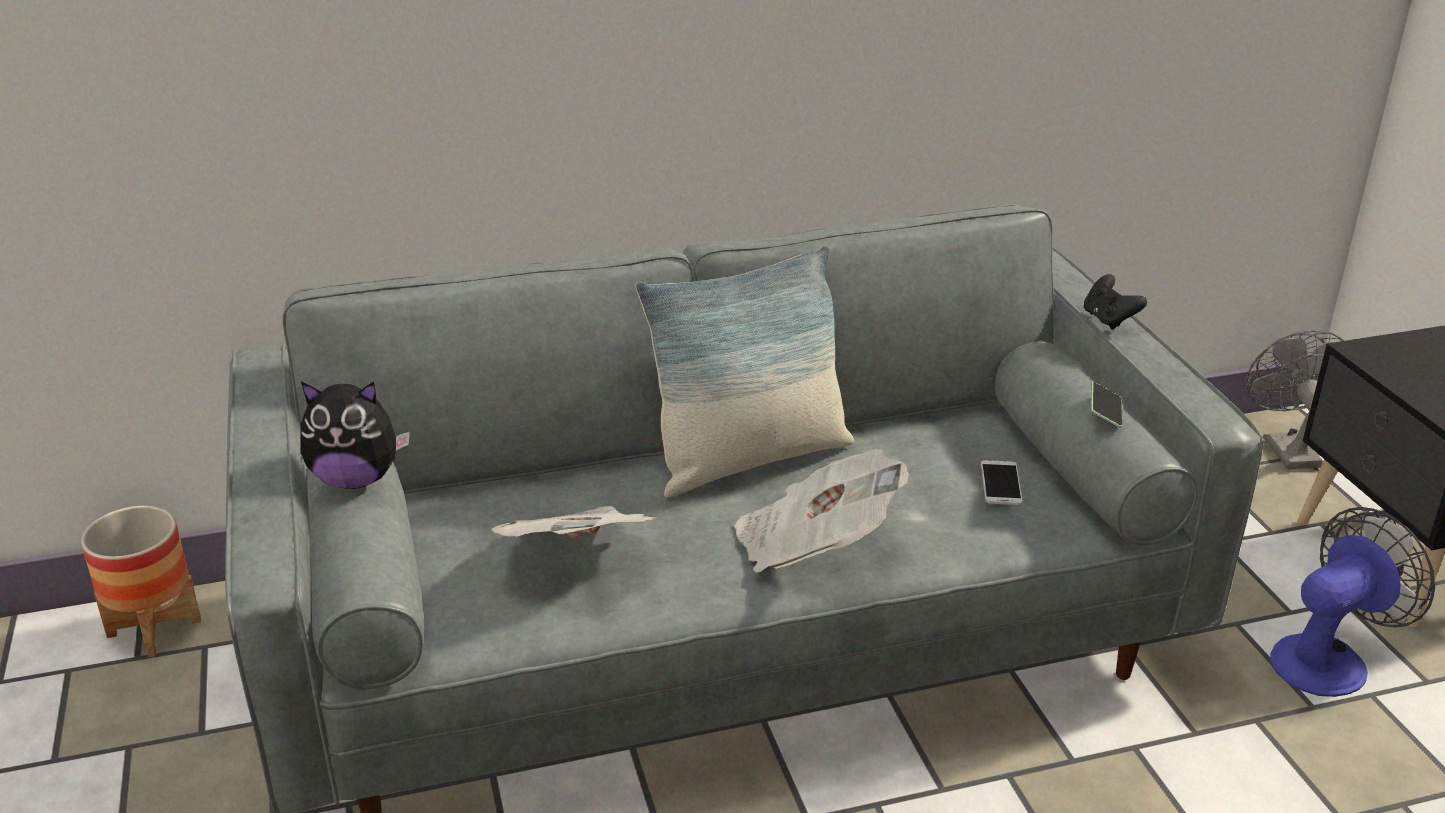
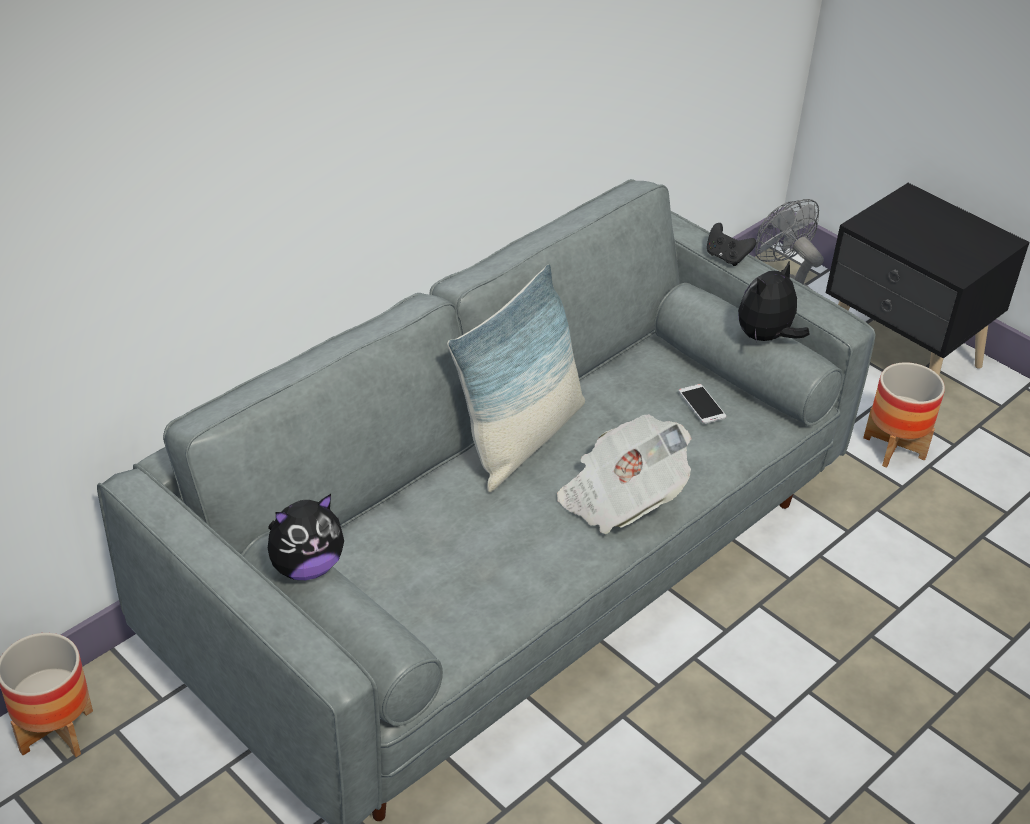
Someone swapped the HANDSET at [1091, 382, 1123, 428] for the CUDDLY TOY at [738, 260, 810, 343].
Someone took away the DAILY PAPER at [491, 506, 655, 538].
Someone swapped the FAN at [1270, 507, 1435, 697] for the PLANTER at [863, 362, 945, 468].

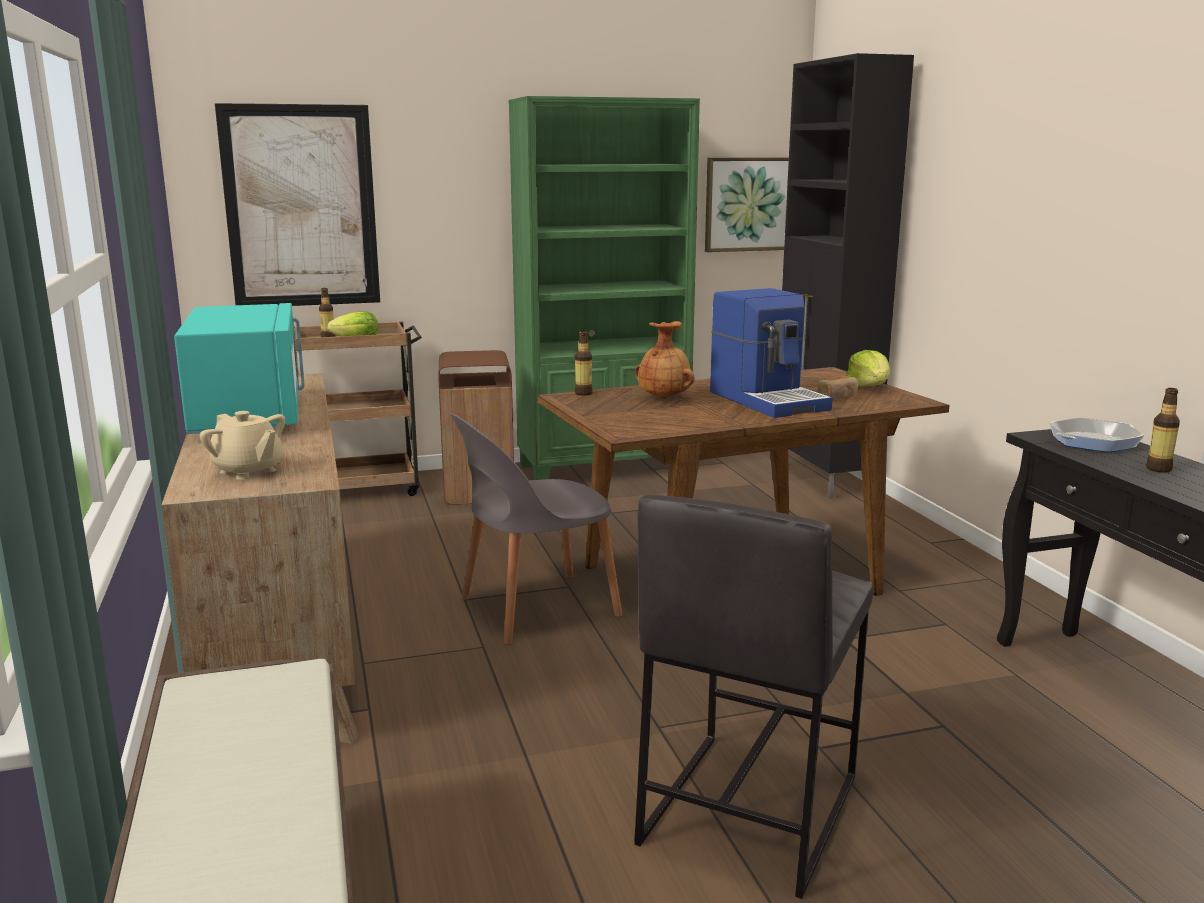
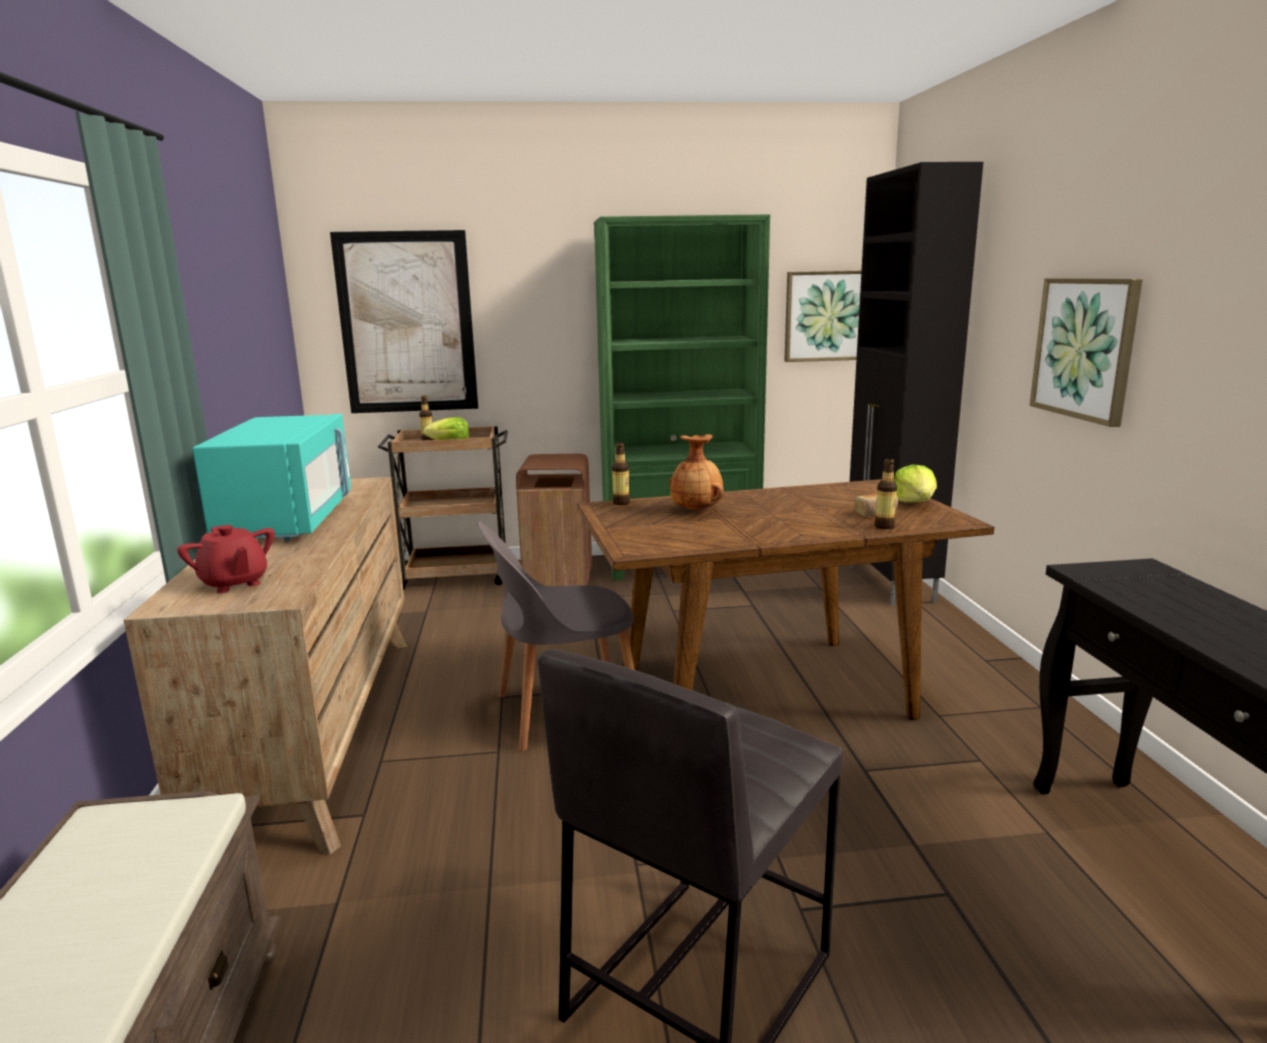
Someone took away the COFFEE MACHINE at [710, 288, 832, 418].
Someone carried the BEVERAGE BOTTLE from [1146, 388, 1180, 473] to [875, 458, 897, 529].
Someone repainted the BEIGE TEAPOT at [200, 411, 285, 480], which became the RED-COLOURED TEAPOT at [177, 525, 275, 593].
Someone took away the SKILLET at [1049, 418, 1144, 452].
Someone put up the WALL ART at [1030, 278, 1143, 427].

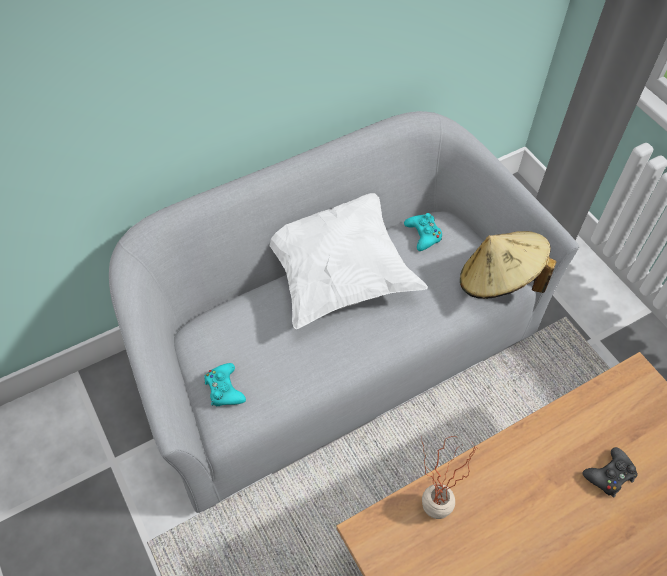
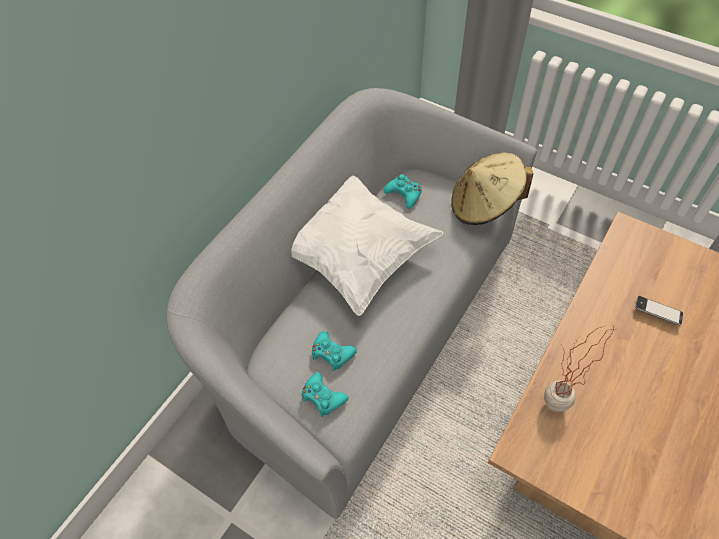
Someone swapped the BLACK GAME CONTROLLER at [582, 447, 638, 498] for the HANDSET at [635, 296, 683, 325].
Someone put down the TURQUOISE-COLOURED GAME CONTROLLER at [312, 331, 357, 371].

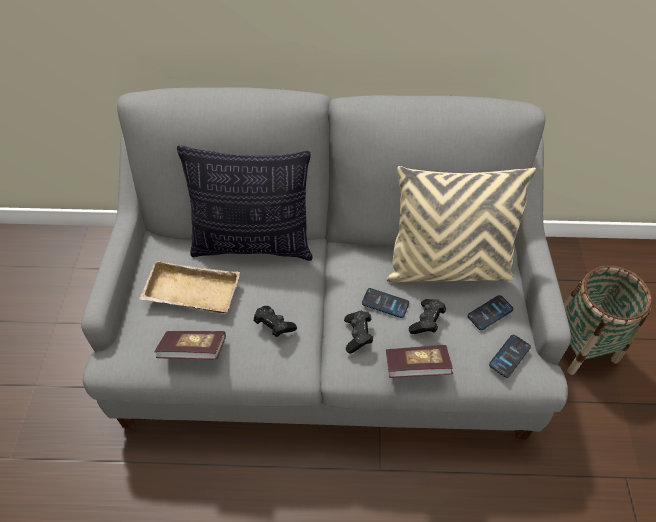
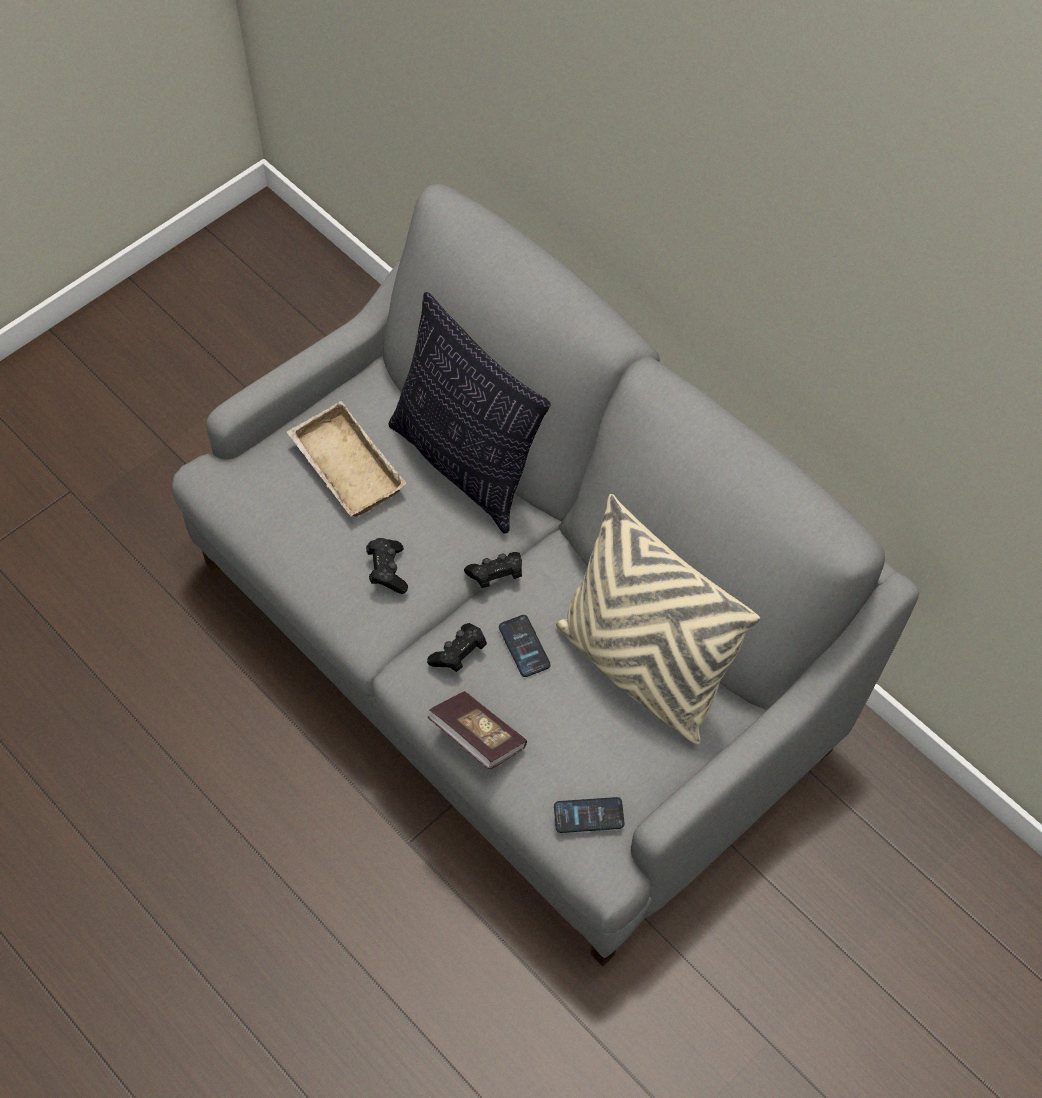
Someone took away the STORAGE BASKET at [564, 265, 652, 375].
Someone took away the HANDSET at [467, 295, 513, 330].
Someone carried the BLACK GAME CONTROLLER from [409, 299, 446, 334] to [464, 552, 522, 588].
Someone took away the BOUND BOOK at [154, 331, 226, 359].

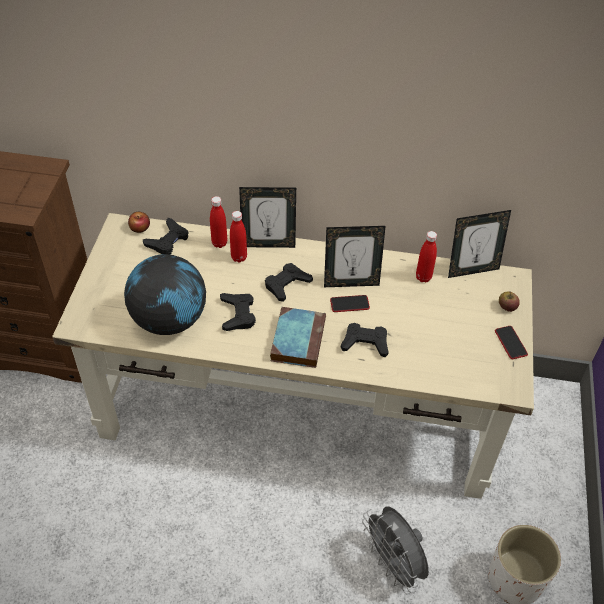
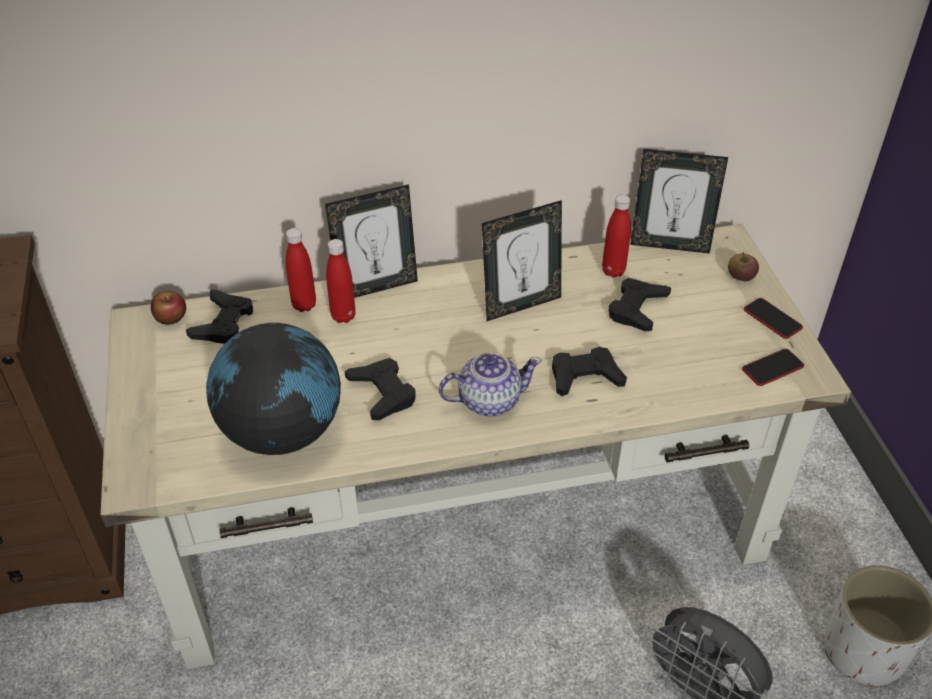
Someone rotated the PICTURE FRAME at [448, 210, 511, 278] by 45 degrees clockwise.
Someone carried the BLACK GAME CONTROLLER from [265, 263, 313, 302] to [608, 278, 671, 331].
Someone carried the HANDSET from [330, 295, 370, 312] to [742, 349, 804, 386].
Someone swapped the BOUND BOOK at [270, 307, 326, 368] for the TEAPOT at [439, 353, 542, 416].

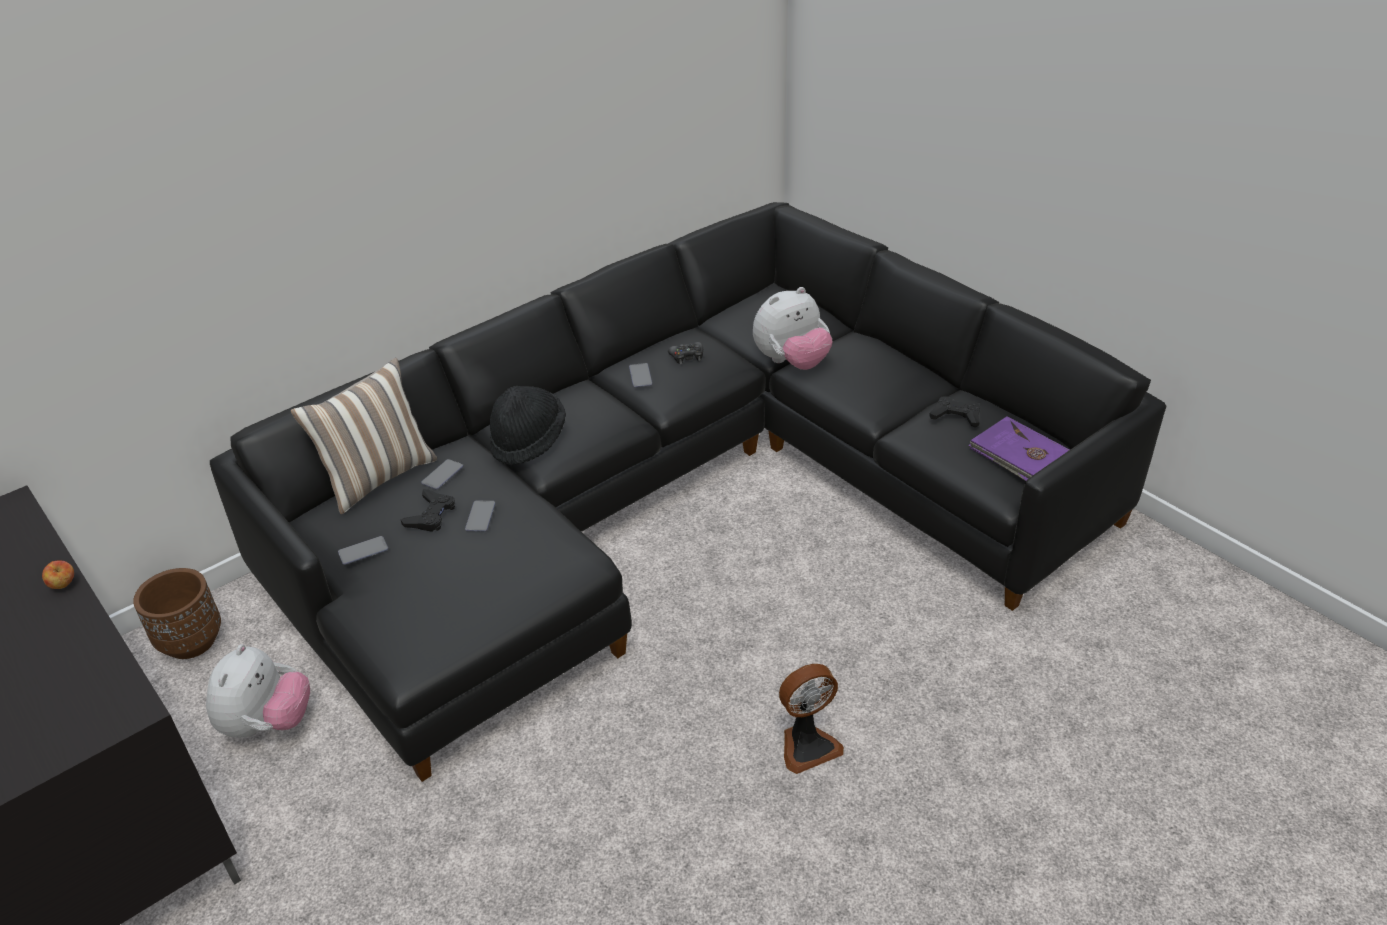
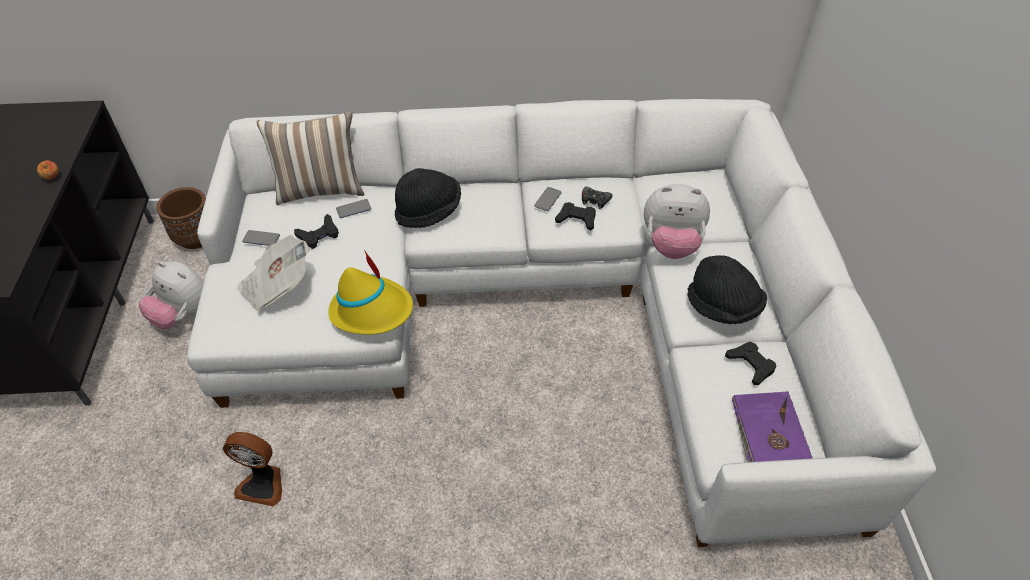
Someone repainted the BLACK COUCH at [210, 202, 1167, 782], which became the WHITE-COLOURED COUCH at [187, 99, 936, 547].
Someone took away the HANDSET at [465, 500, 495, 532].
Someone rotated the CUDDLY TOY at [206, 644, 310, 737] by 75 degrees clockwise.
Someone carried the FAN from [779, 664, 844, 774] to [223, 432, 282, 506].
Someone put down the BLACK GAME CONTROLLER at [555, 202, 596, 230].
Someone put down the DAILY PAPER at [237, 235, 309, 311].
Someone put down the YELLOW CLOTHING HAT at [328, 250, 413, 335].
Someone put down the BLACK CLOTHING HAT at [688, 255, 767, 324].

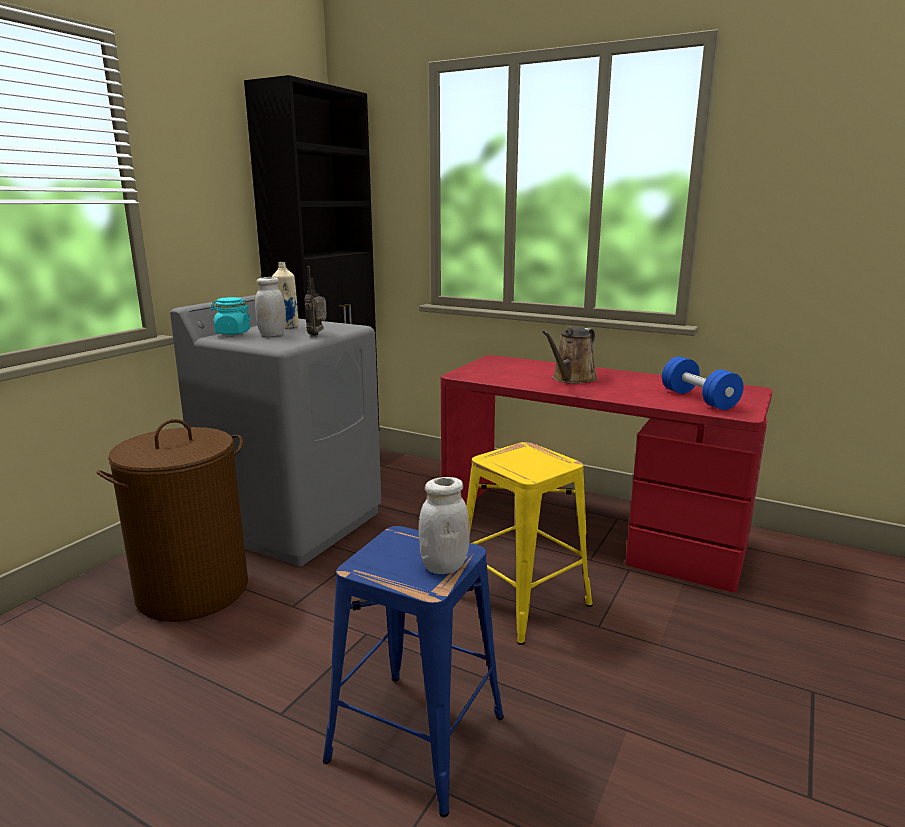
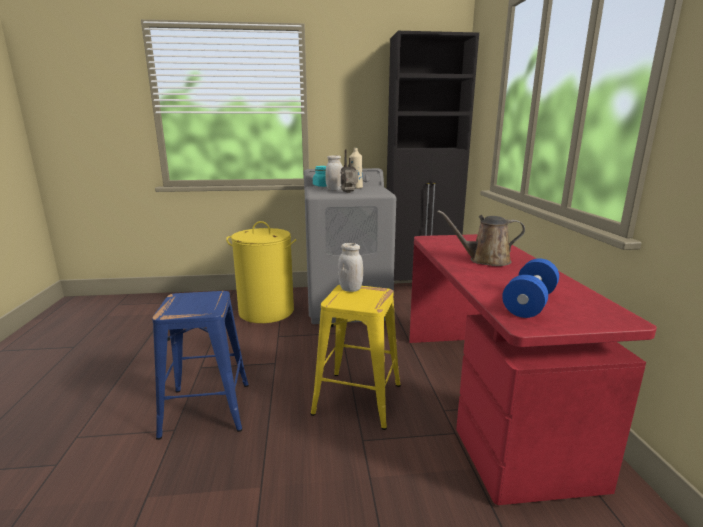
Someone repainted the BROWN-COLOURED WASHING BASKET at [97, 419, 248, 622], which became the YELLOW WASHING BASKET at [226, 221, 296, 323].
Someone carried the WHITE-COLOURED STORAGE JAR from [419, 477, 470, 574] to [338, 243, 363, 292].

